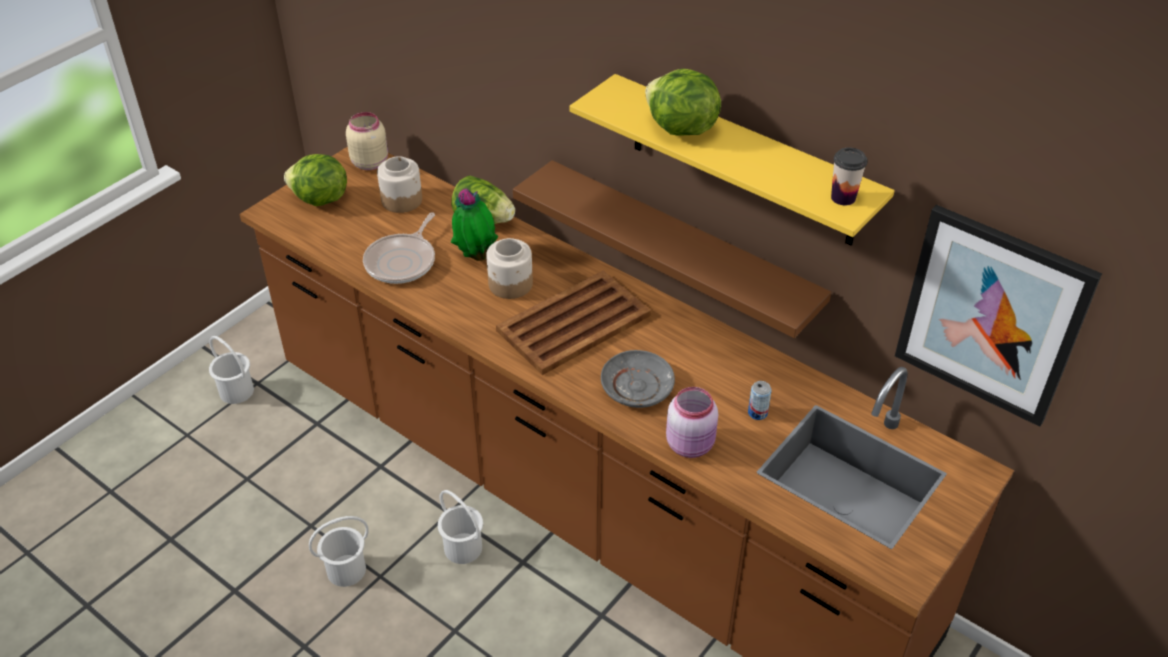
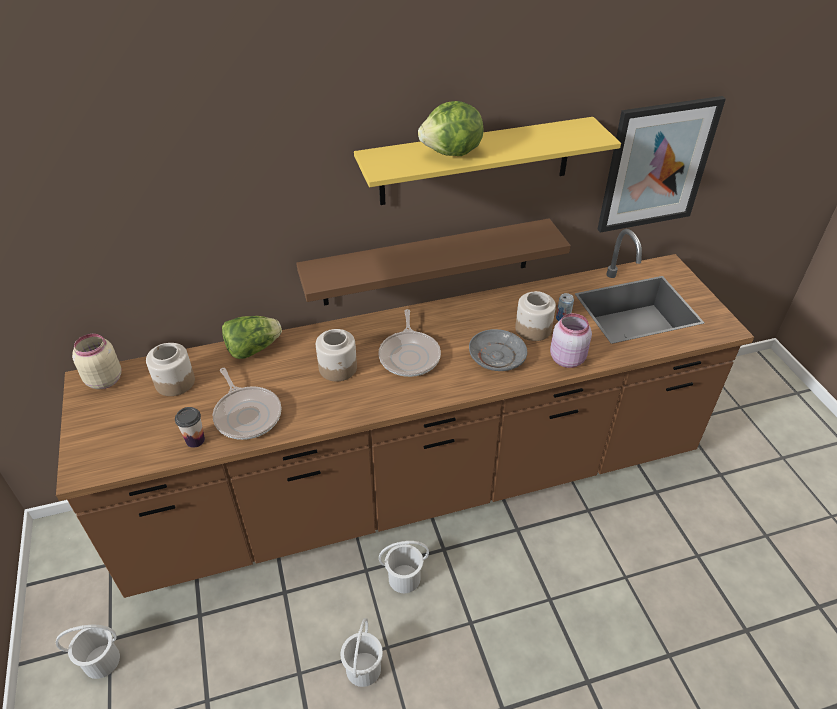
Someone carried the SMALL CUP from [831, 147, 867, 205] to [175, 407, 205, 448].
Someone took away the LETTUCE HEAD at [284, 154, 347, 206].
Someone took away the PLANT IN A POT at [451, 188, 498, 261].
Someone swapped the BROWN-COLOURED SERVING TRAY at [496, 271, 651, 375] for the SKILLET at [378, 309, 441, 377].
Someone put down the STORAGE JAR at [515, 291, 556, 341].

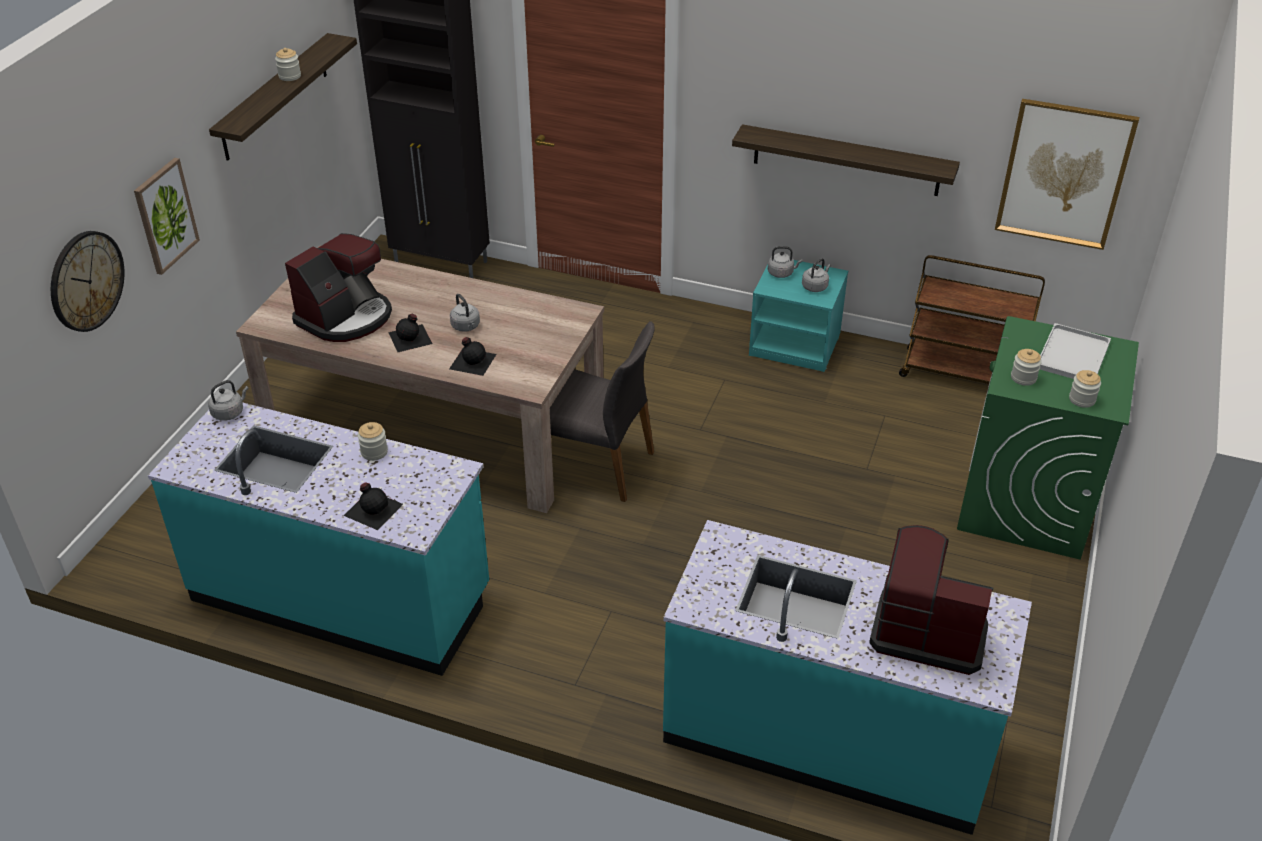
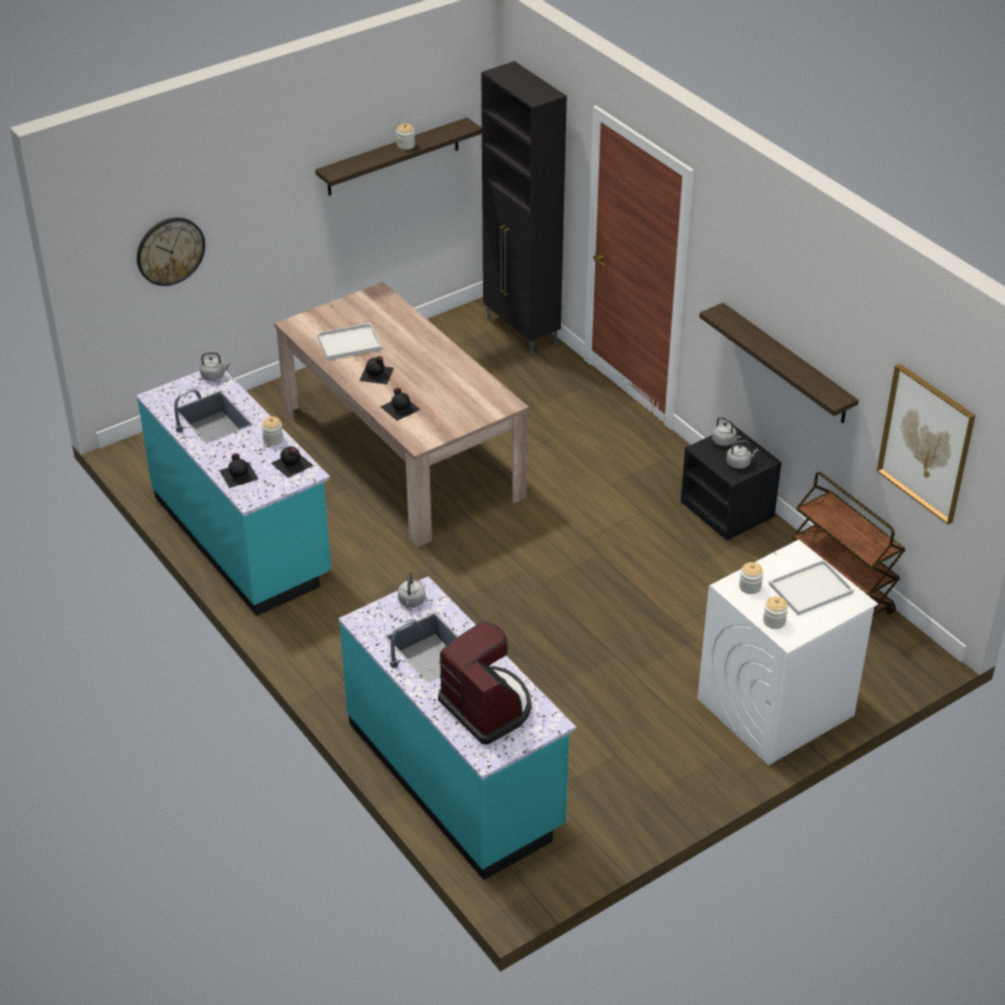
Someone took away the WALL ART at [134, 158, 200, 275].
Someone swapped the COFFEE MACHINE at [285, 233, 392, 342] for the WHITE-COLOURED SERVING TRAY at [317, 323, 382, 360].
Someone repainted the TURQUOISE-COLOURED NIGHTSTAND at [749, 256, 848, 372], which became the BLACK NIGHTSTAND at [681, 425, 782, 541].
Someone carried the GREYISH WATER KETTLE from [450, 294, 480, 332] to [398, 571, 426, 607].
Someone repainted the GREENISH LAUNDRY APPLIANCE at [957, 316, 1139, 560], which became the WHITE-COLOURED LAUNDRY APPLIANCE at [698, 540, 878, 765].
Someone took away the GREYISH PLAIN CHAIR at [550, 321, 654, 502].
Someone put down the BLACK BEVERAGE BOTTLE at [271, 446, 313, 478].

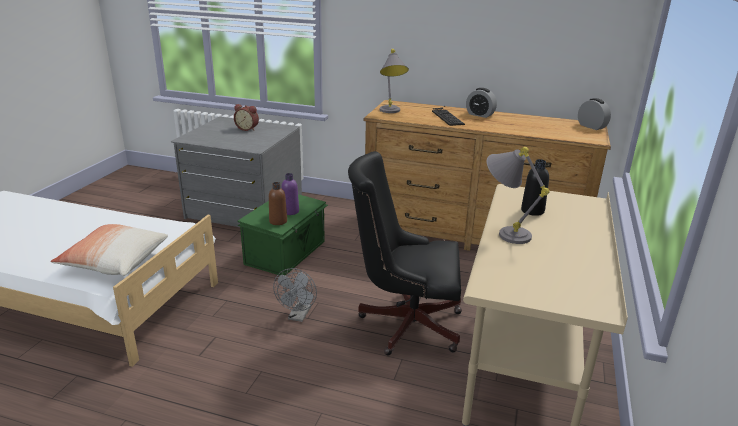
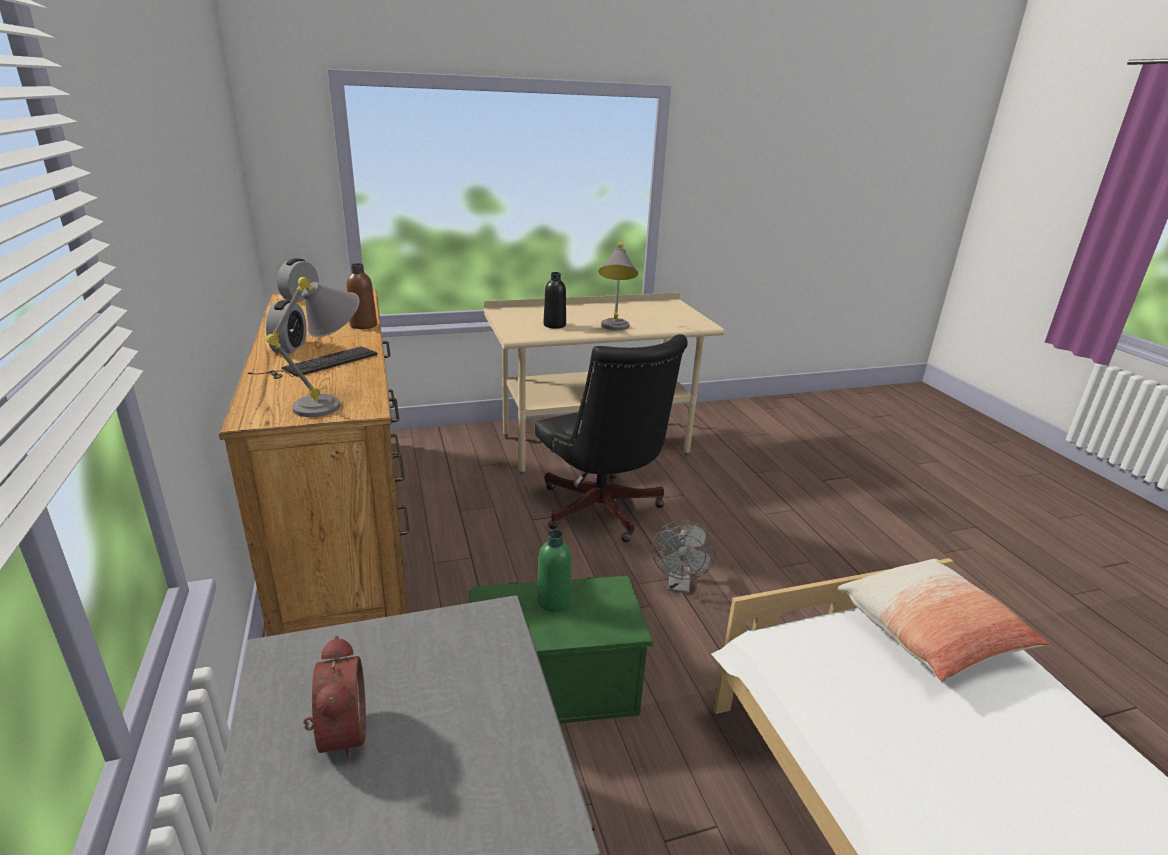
Someone repainted the PURPLE BEVERAGE BOTTLE at [281, 173, 299, 215], which became the GREENISH BEVERAGE BOTTLE at [537, 530, 572, 612].
Someone carried the BROWN-COLOURED BEVERAGE BOTTLE from [269, 182, 287, 225] to [347, 263, 377, 329].
Someone rotated the GREYISH FAN at [273, 268, 317, 322] by 120 degrees clockwise.

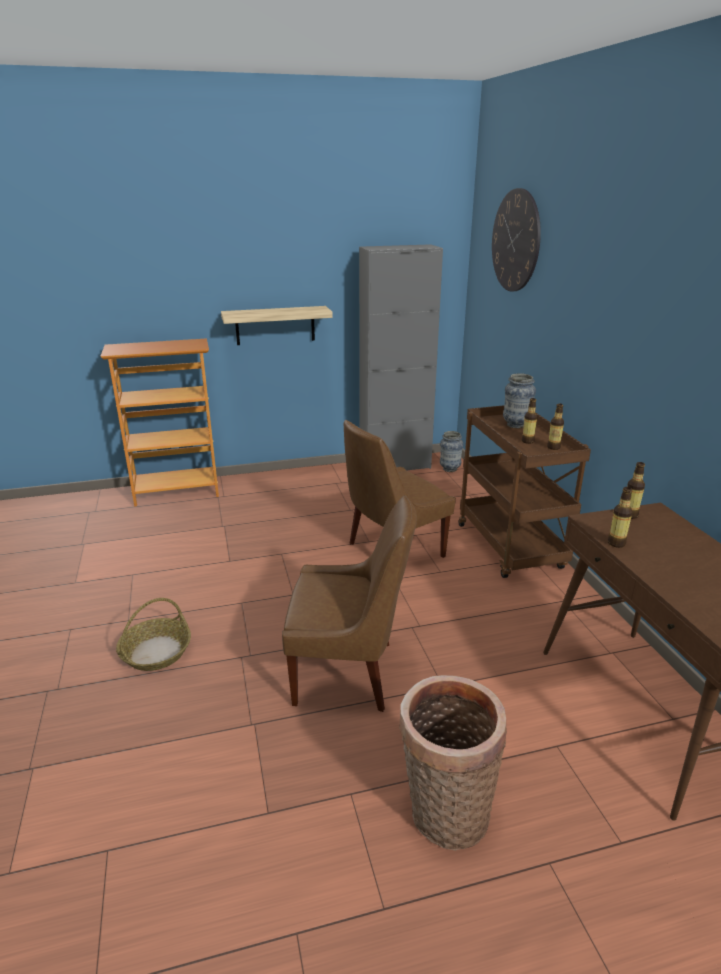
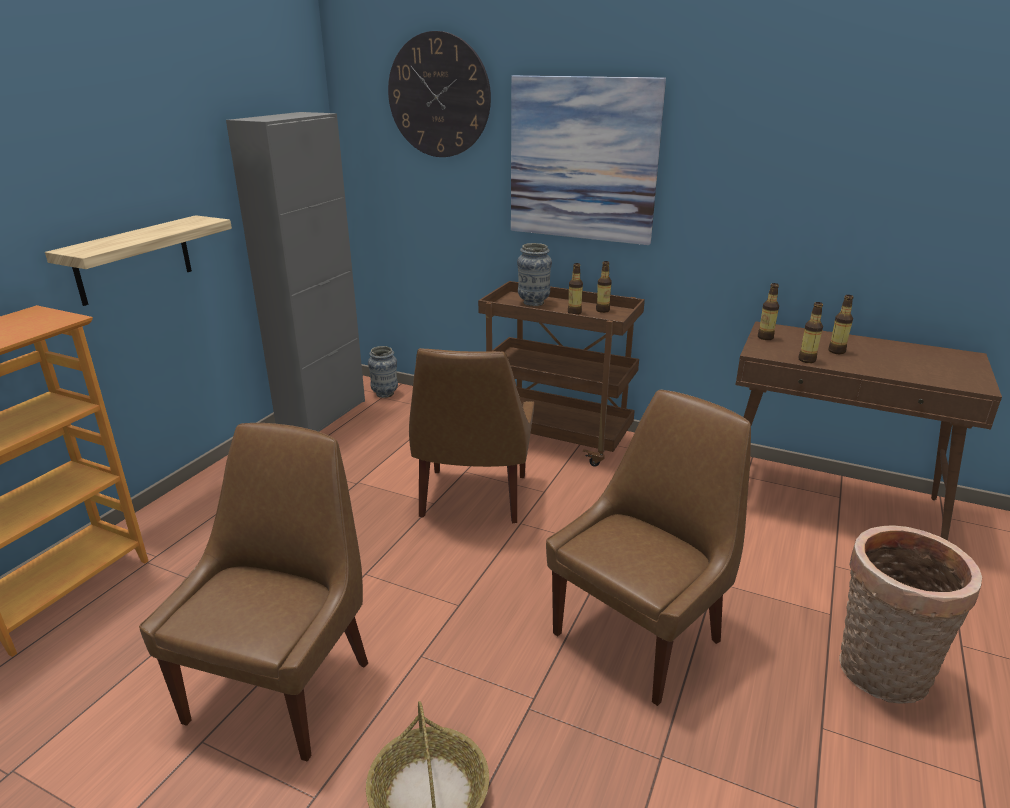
Someone put up the WALL ART at [511, 75, 666, 245].
Someone put down the BEVERAGE BOTTLE at [828, 295, 853, 354].
Someone put down the BROWN-COLOURED PLAIN CHAIR at [139, 423, 368, 762].

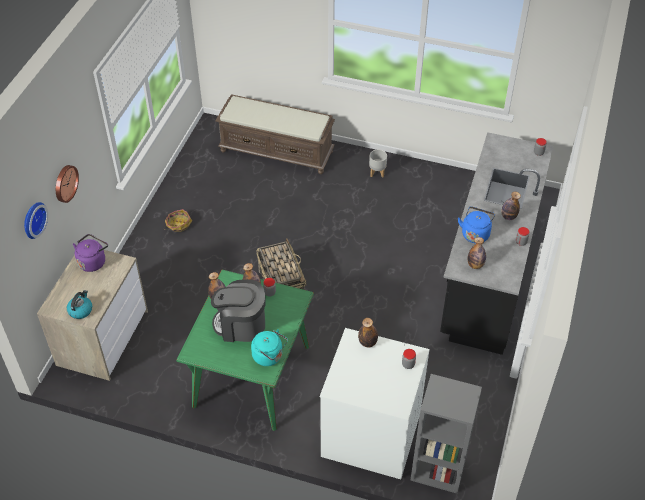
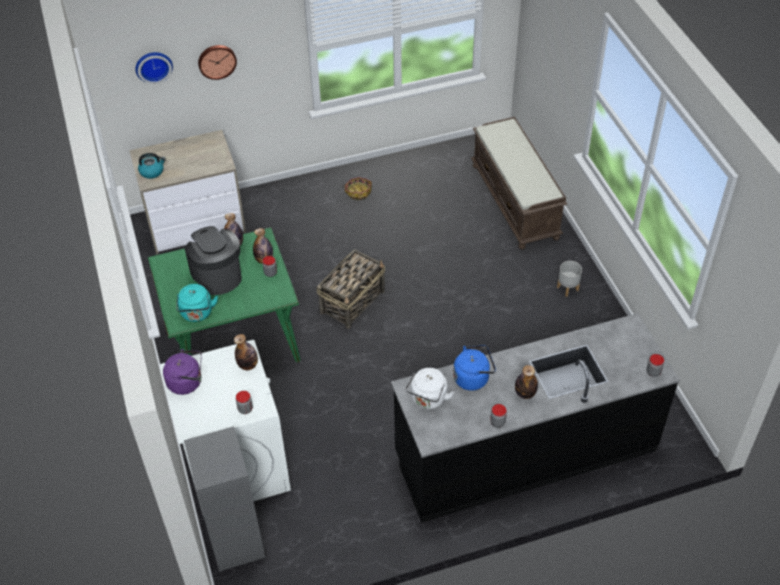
Someone carried the PURPLE WATER KETTLE from [73, 234, 108, 272] to [163, 349, 202, 395].
Someone swapped the BEVERAGE BOTTLE at [468, 237, 486, 269] for the WHITE-COLOURED WATER KETTLE at [406, 368, 454, 409].

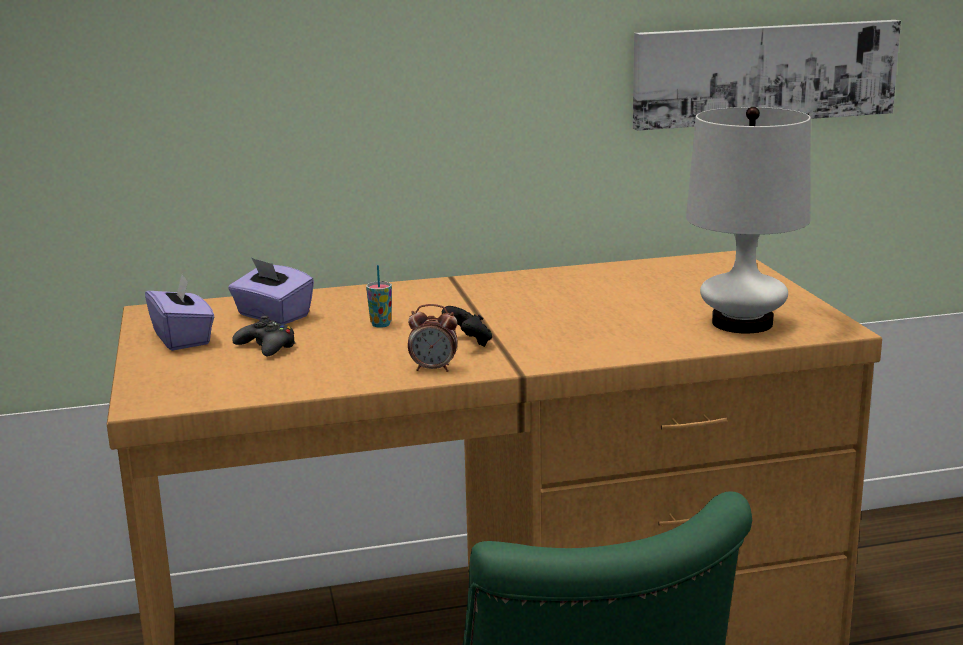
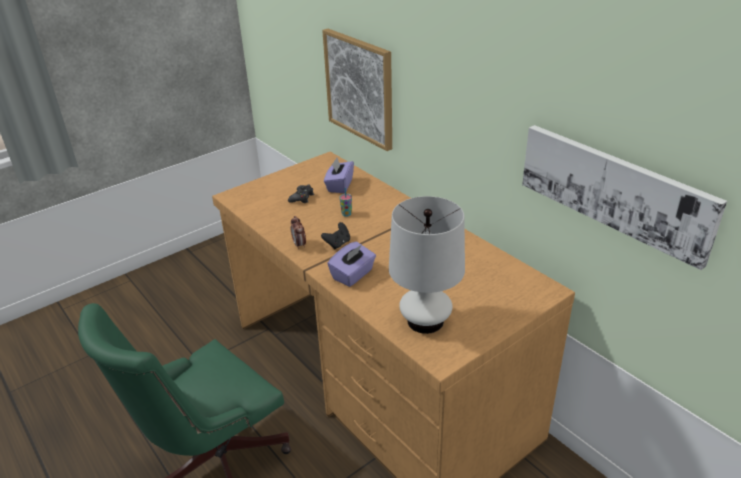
Someone carried the PURPLE BOX OF TISSUES from [145, 275, 214, 351] to [327, 241, 376, 287].
Someone put up the WALL ART at [322, 29, 392, 151].

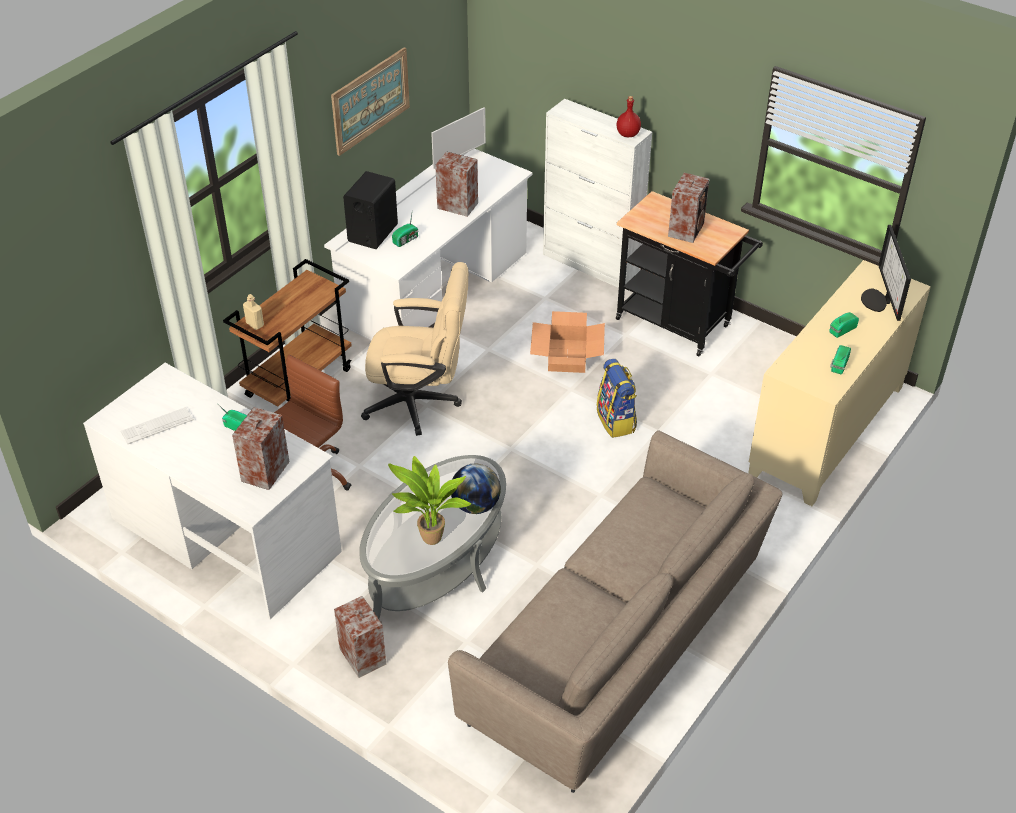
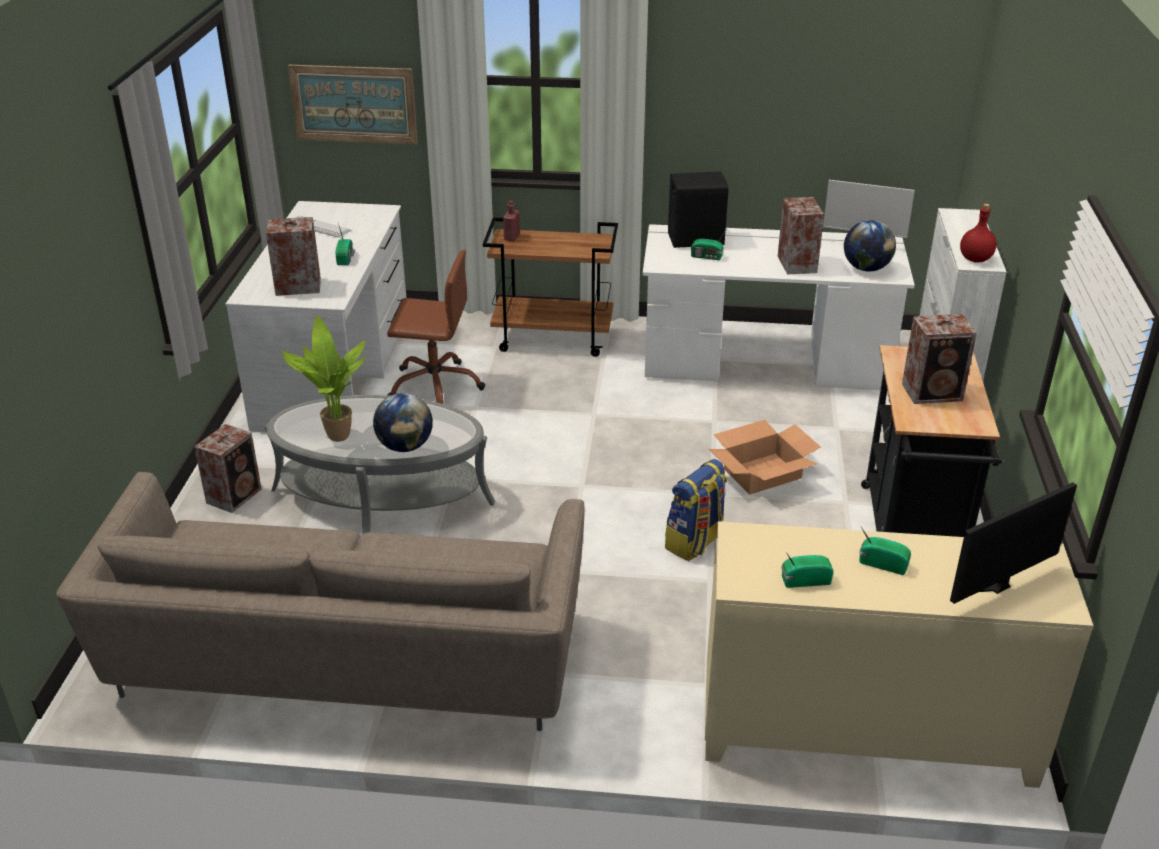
Someone carried the WALL ART from [331, 47, 410, 156] to [288, 65, 418, 144].
Someone took away the BEIGE OFFICE CHAIR at [361, 262, 468, 436].
Someone repainted the BEIGE BEVERAGE BOTTLE at [243, 294, 264, 330], which became the RED-COLOURED BEVERAGE BOTTLE at [503, 200, 520, 241].
Someone put down the DESK GLOBE at [844, 220, 896, 272].

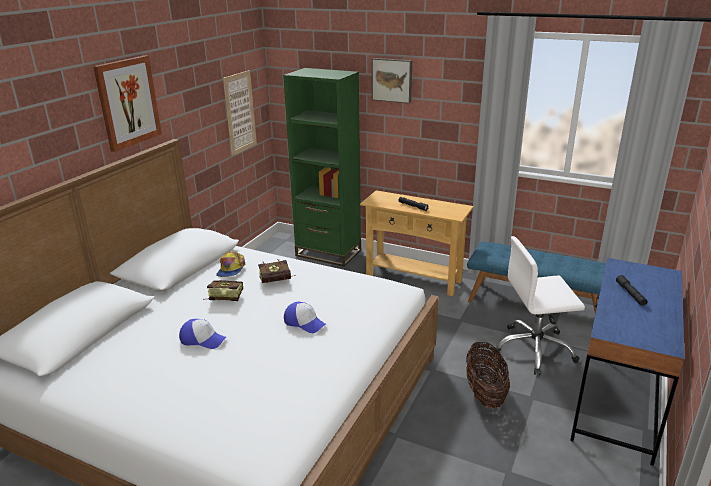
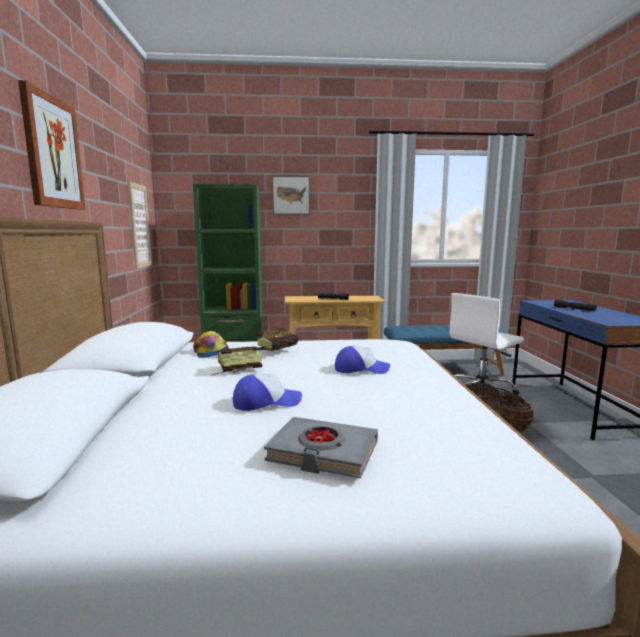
Someone put down the GREYISH BOUND BOOK at [264, 417, 378, 478].

